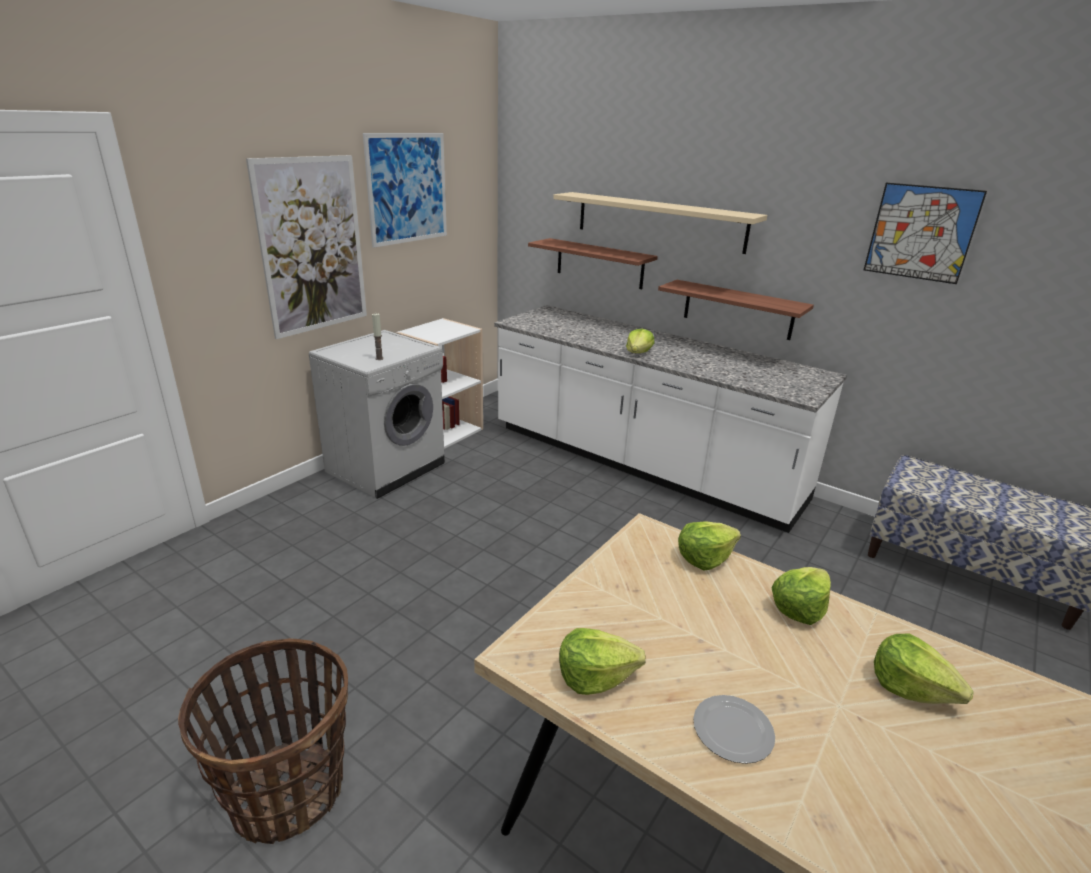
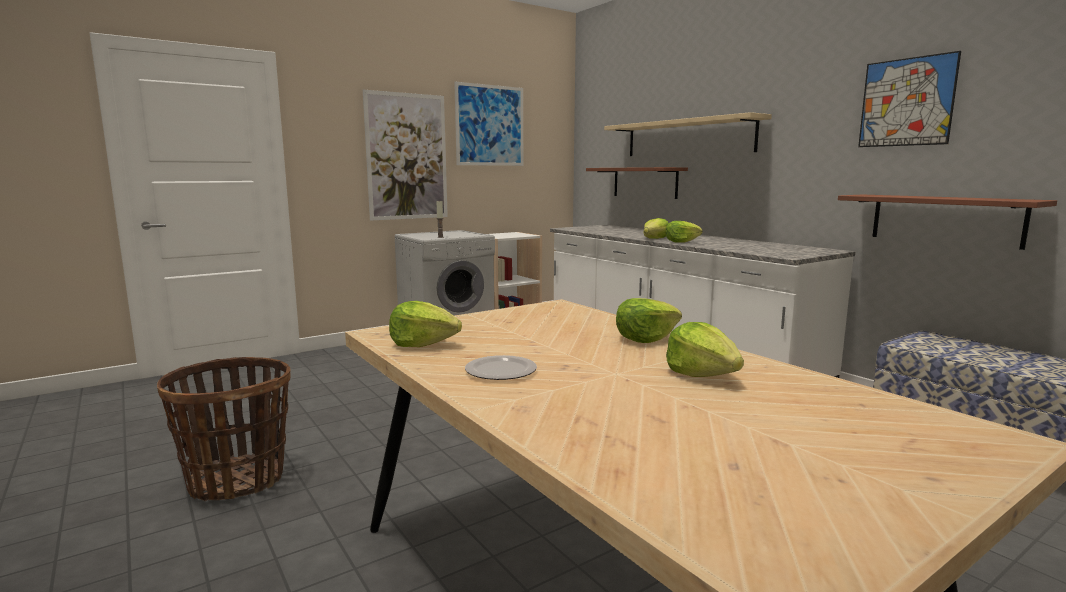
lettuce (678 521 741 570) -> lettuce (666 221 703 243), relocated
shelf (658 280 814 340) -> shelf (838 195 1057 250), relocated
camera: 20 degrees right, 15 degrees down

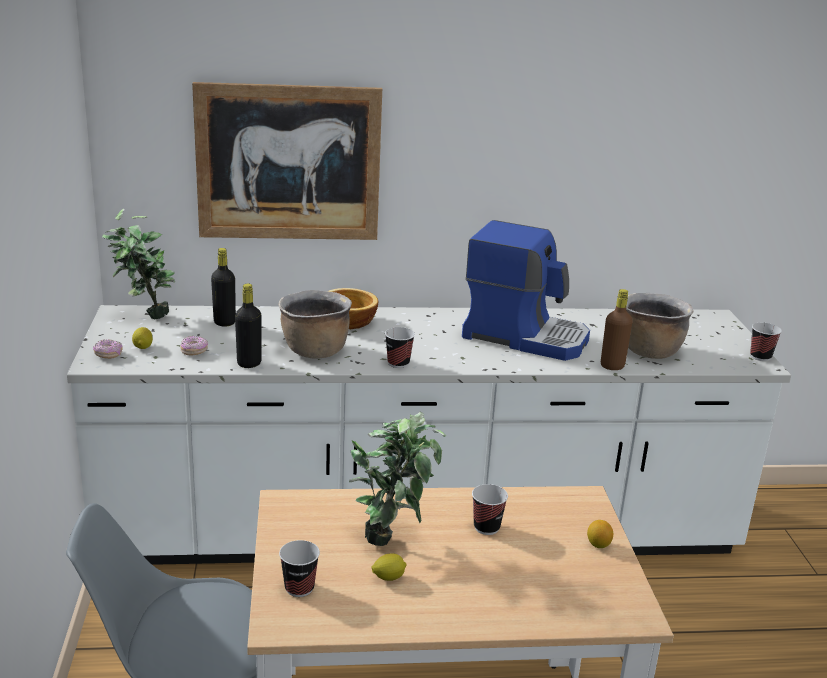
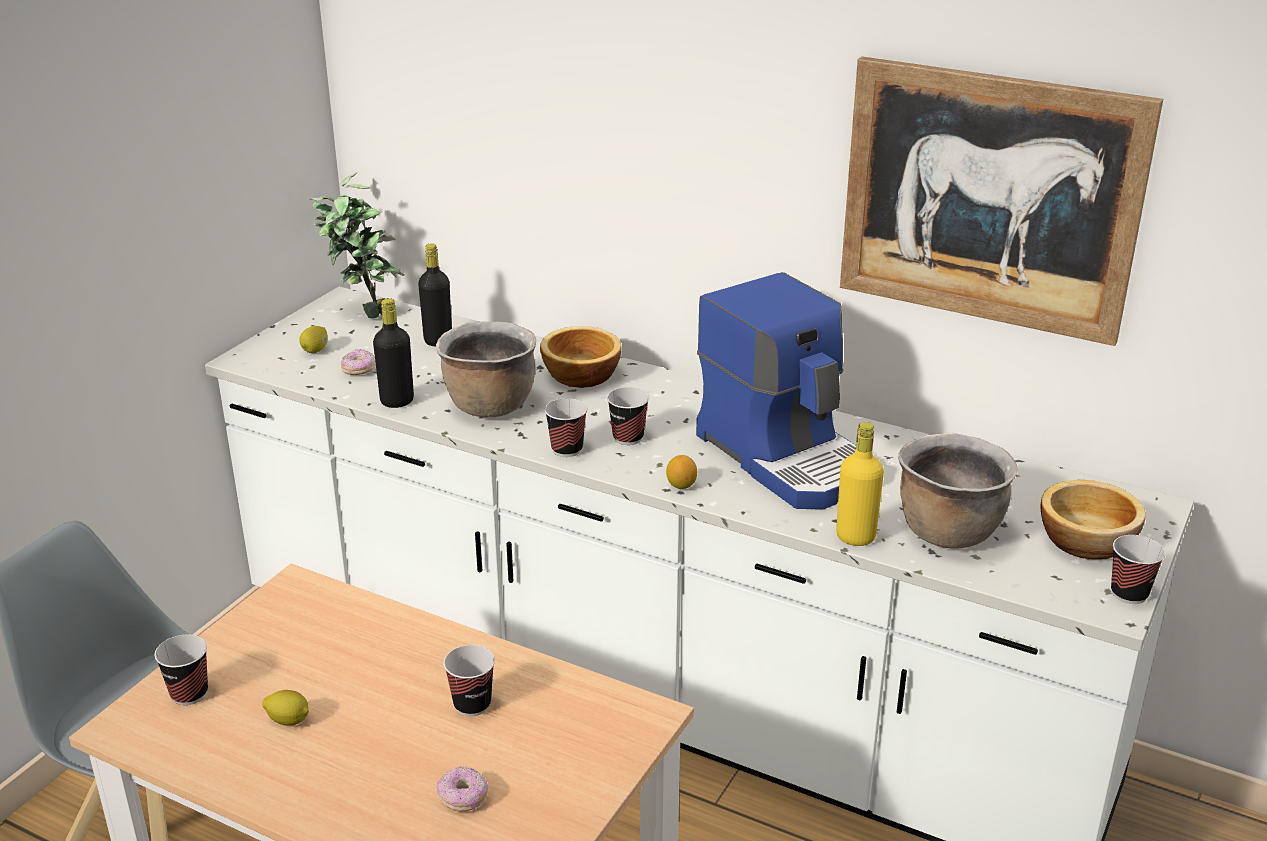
donut (93 339 123 359) -> donut (437 766 488 812), relocated
none -> cup (607 387 649 445)
lemon (587 520 613 548) -> lemon (666 455 697 489), relocated
bottle (brown) (601 289 633 370) -> bottle (yellow) (836 422 884 546)
picture (192 82 382 240) -> picture (840 56 1163 346), relocated
none -> bowl (1041 480 1146 560)
potted plant (349 412 446 546) -> none
camera: 35 degrees right, 5 degrees up

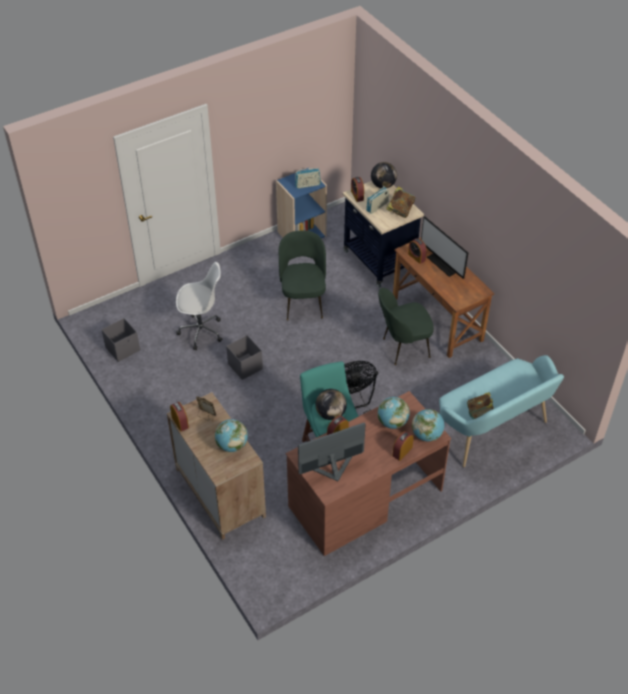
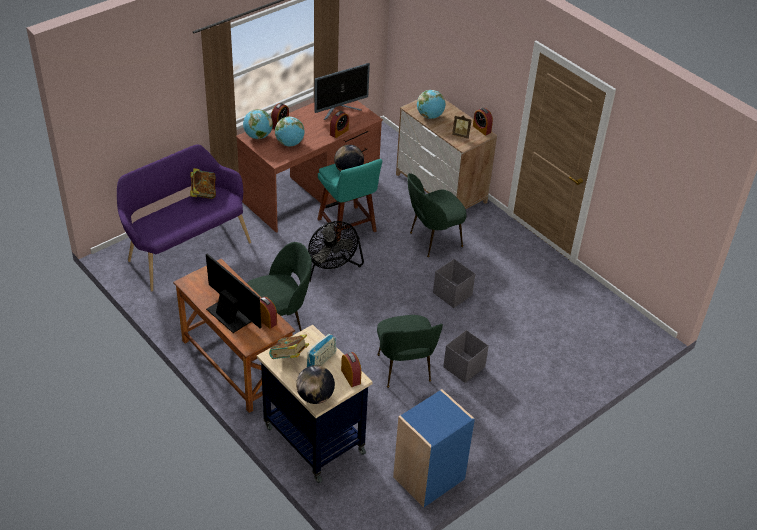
bench (turquoise) (439 355 564 467) -> bench (purple) (117 144 251 291)
none -> chair (green) (407 173 466 257)
storage box (grey) (102 318 140 362) -> storage box (grey) (443 330 489 383), relocated
office chair (white) (176 262 223 350) -> none
radio (295 168 321 189) -> none
camera: 170 degrees right, 5 degrees down

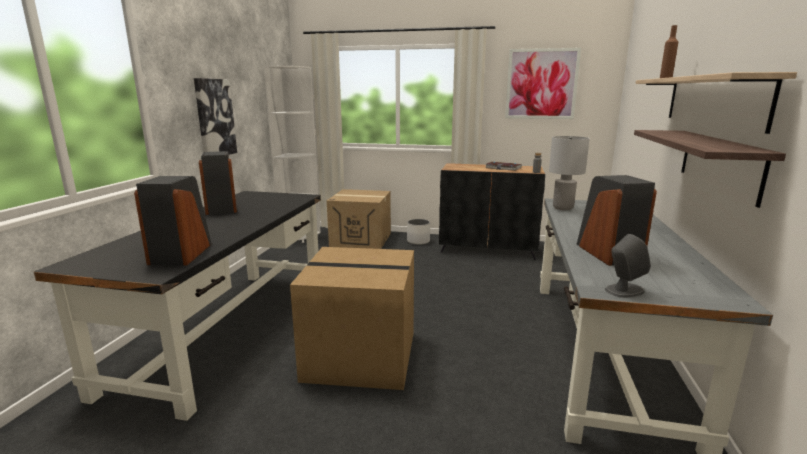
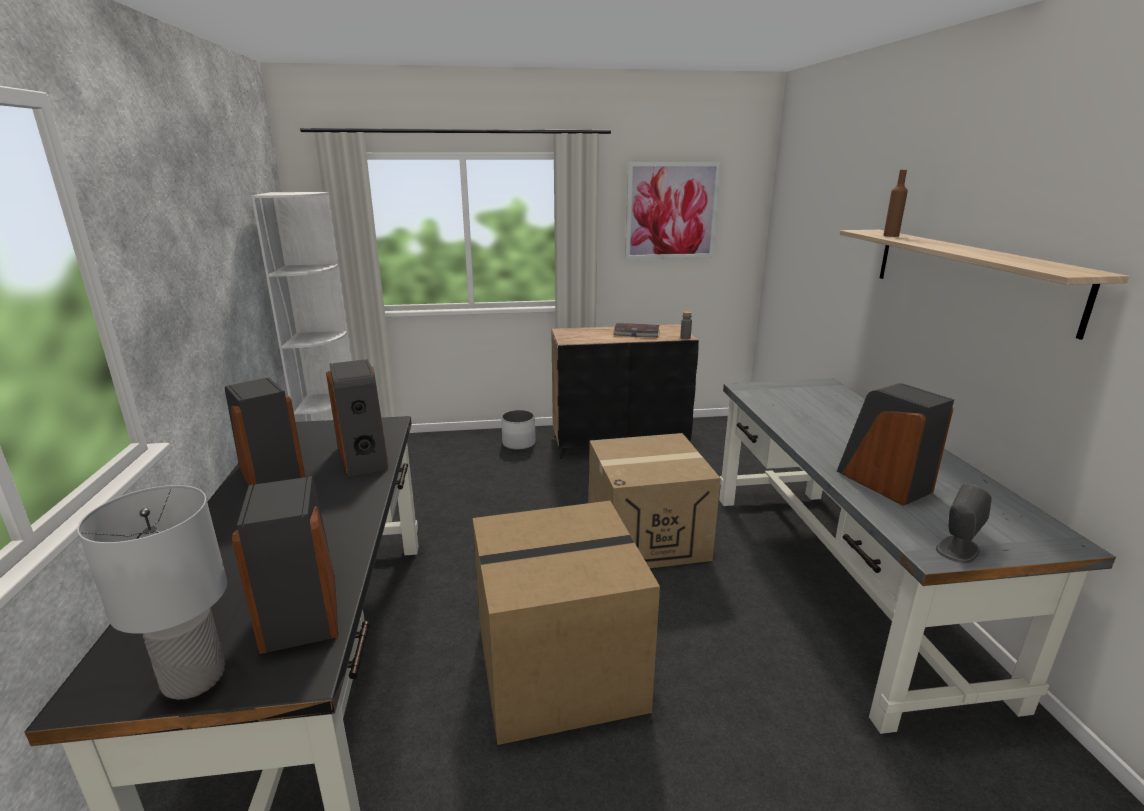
table lamp (grey) (549 136 590 210) -> table lamp (grey) (77 485 227 700), relocated
none -> speaker (326 359 388 476)
cardboard box (327 189 391 249) -> cardboard box (589 433 721 568), relocated
picture (194 78 237 155) -> none
shelf (634 130 786 208) -> none
camera: 20 degrees left, 5 degrees up

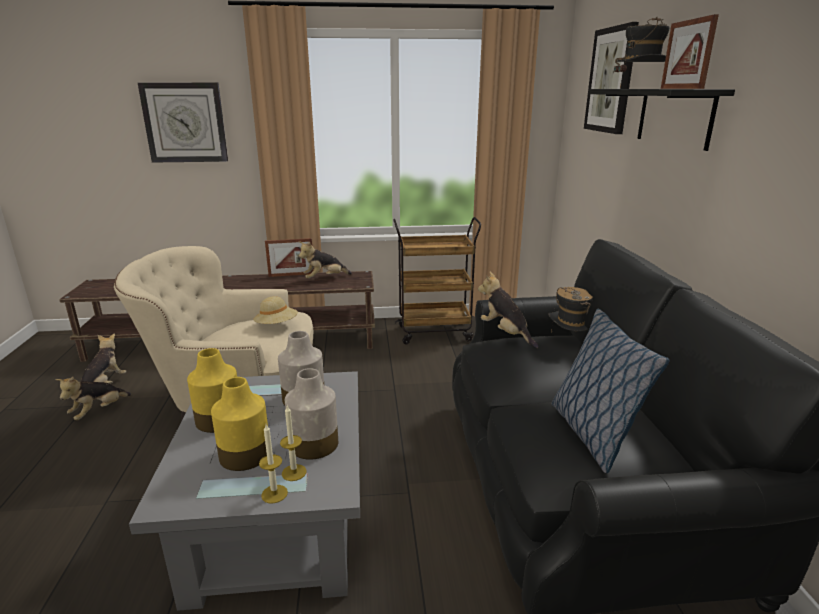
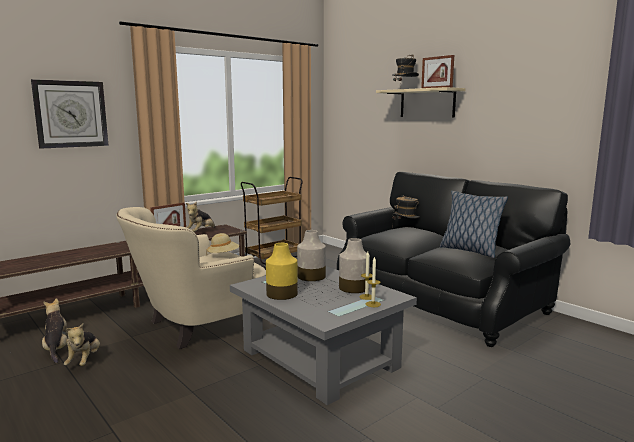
shelf (black) (589 89 735 151) -> shelf (beige) (376 87 466 118)
vase (yellow) (211 377 268 471) -> none
plush toy (478 272 539 348) -> none
picture (584 22 639 134) -> none
camera: 35 degrees left, 10 degrees down

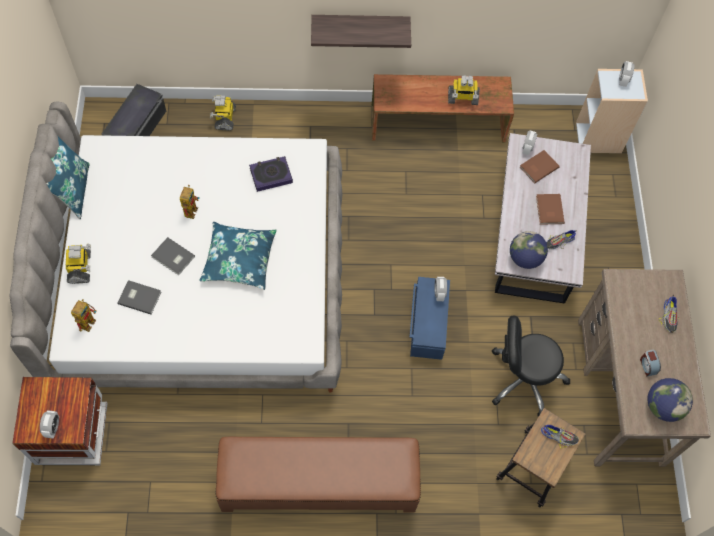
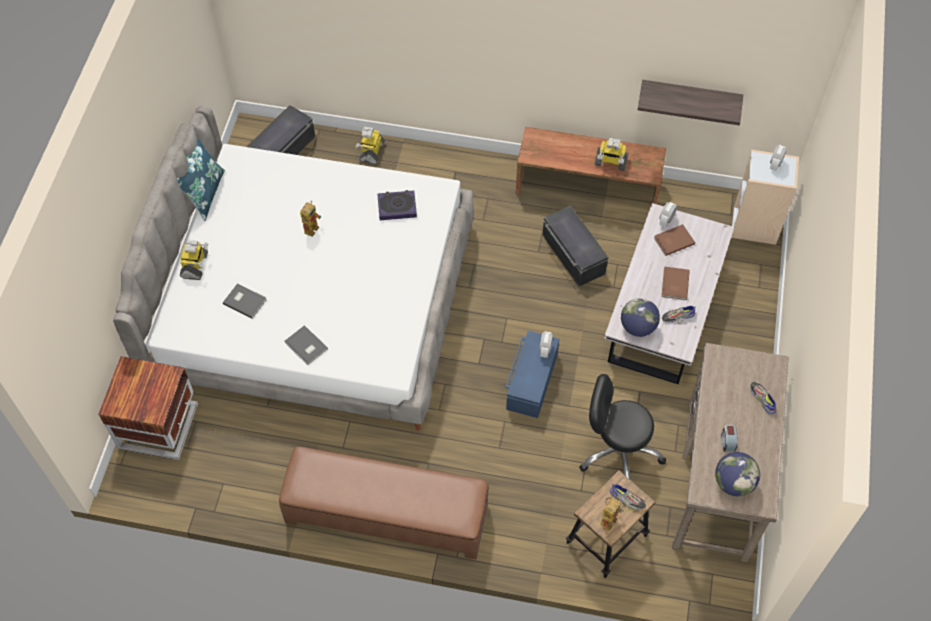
book (grey) (151 237 195 275) -> book (grey) (285 325 328 365), relocated
none -> storage box (black) (542 205 608 287)
toy robot (71 299 97 332) -> toy robot (601 497 624 530), relocated
shelf (311 15 411 48) -> shelf (638 80 743 125), relocated
shoe (659 295 678 333) -> shoe (750 382 776 414), 135 degrees clockwise
alarm clock (40 410 59 439) -> none
pillow (blue) (199 222 277 290) -> none
camera: 15 degrees right, 5 degrees down

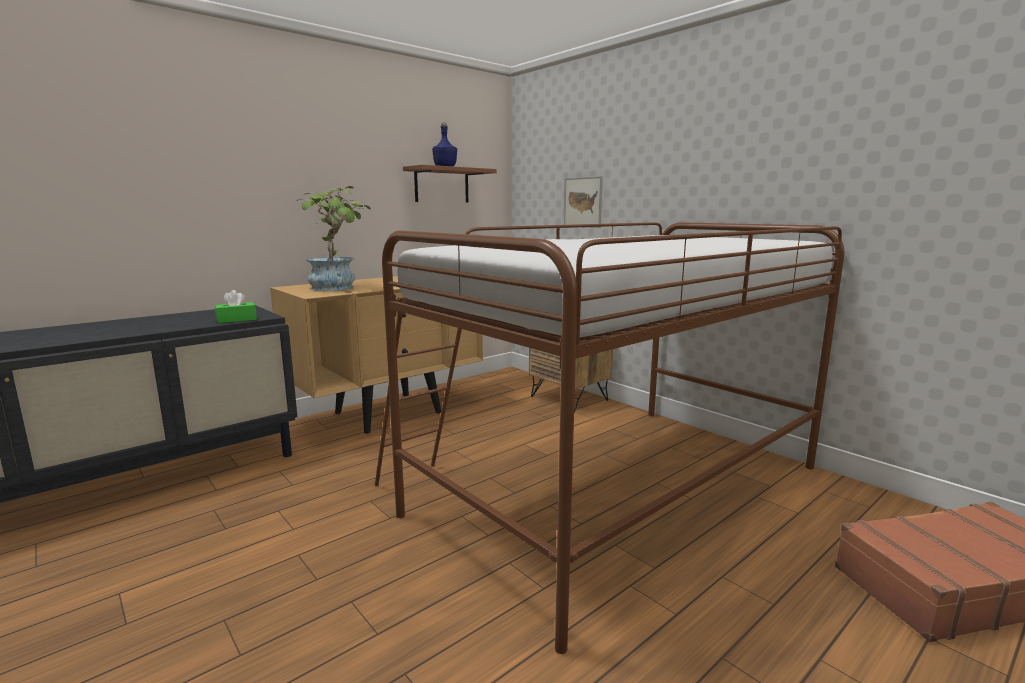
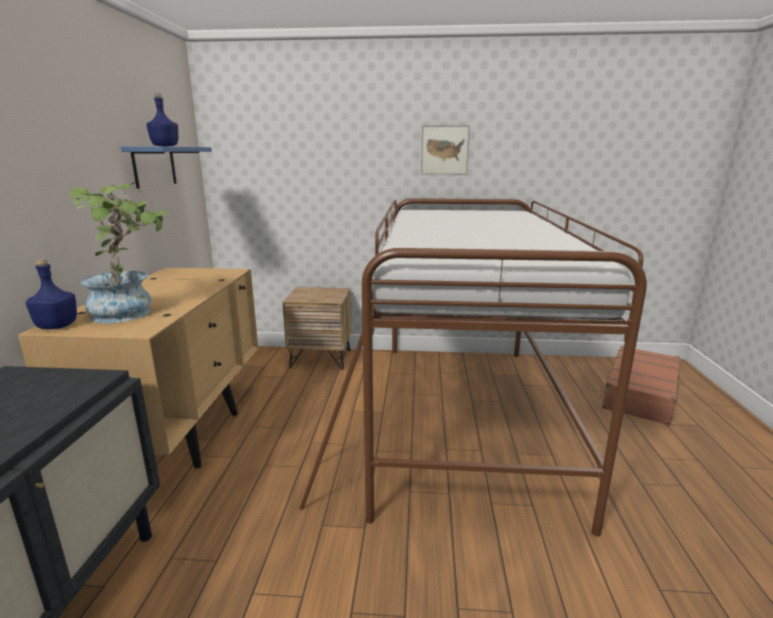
none -> bottle (blue) (26 259 77 329)
shelf (brown) (403 165 497 202) -> shelf (blue) (121 146 212 189)
picture (564 176 603 228) -> picture (421 125 470 175), relocated
tissue box (green) (215 290 257 323) -> none
camera: 45 degrees left, 5 degrees up

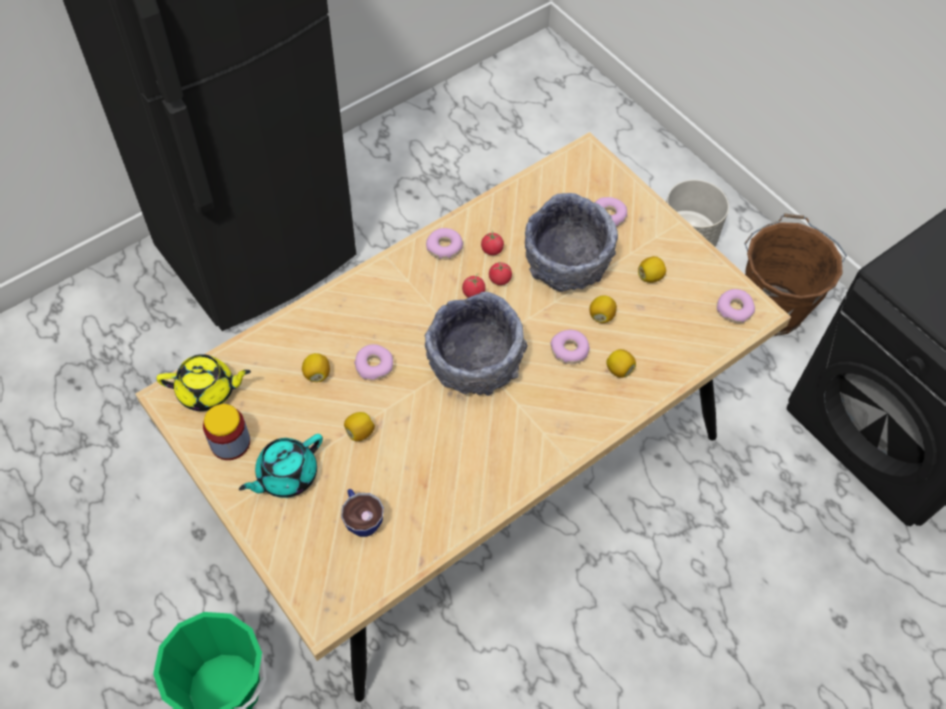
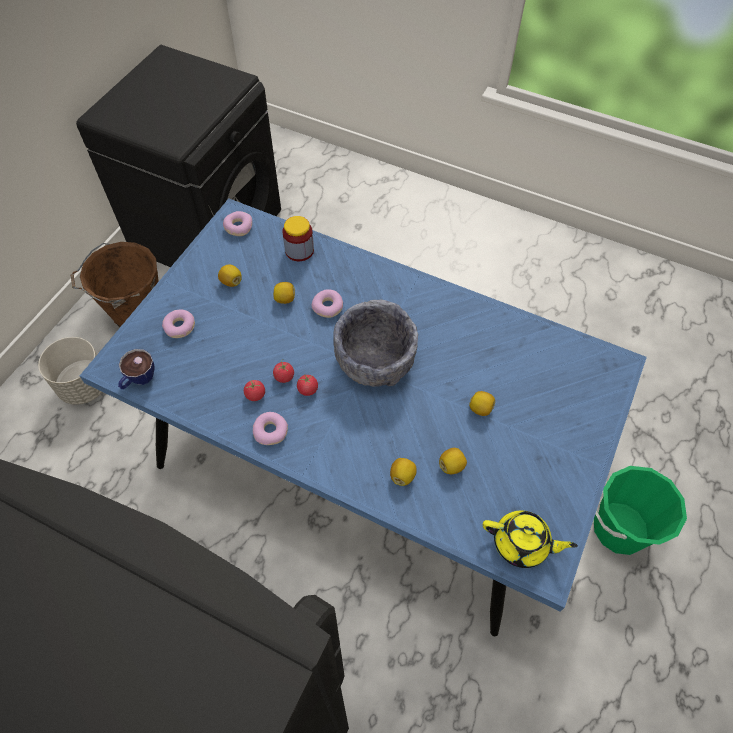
dining table (beige) (135 132 791 702) -> dining table (blue) (80 198 647 636)
cup (341 489 384 537) -> cup (118 349 155 389), relocated
jar (203 404 250 460) -> jar (282 216 314 261), relocated
lemon (606 349 636 378) -> lemon (390 458 417 486), relocated
teapot (yellow) (157 354 251 411) -> teapot (yellow) (483 510 578 568), 135 degrees clockwise
teapot (turquoise) (239 434 323 498) -> none
donut (354 344 393 380) -> none
bowl (grey) (525 193 618 292) -> none
camera: 115 degrees left, 0 degrees up

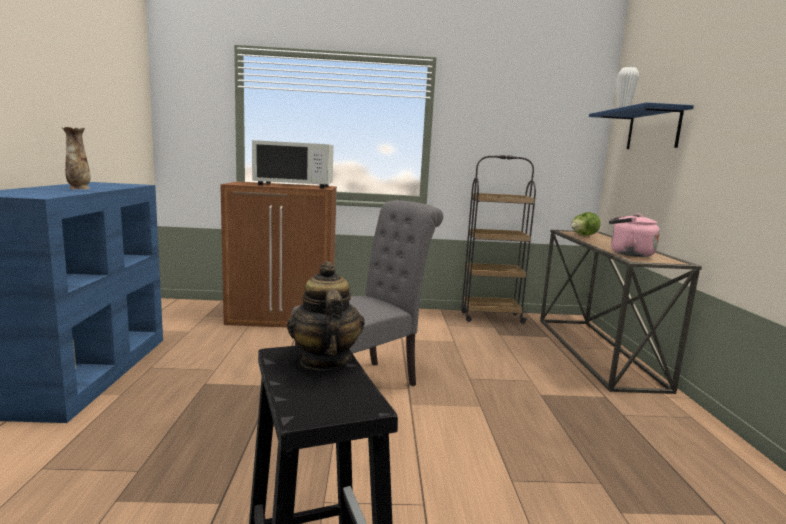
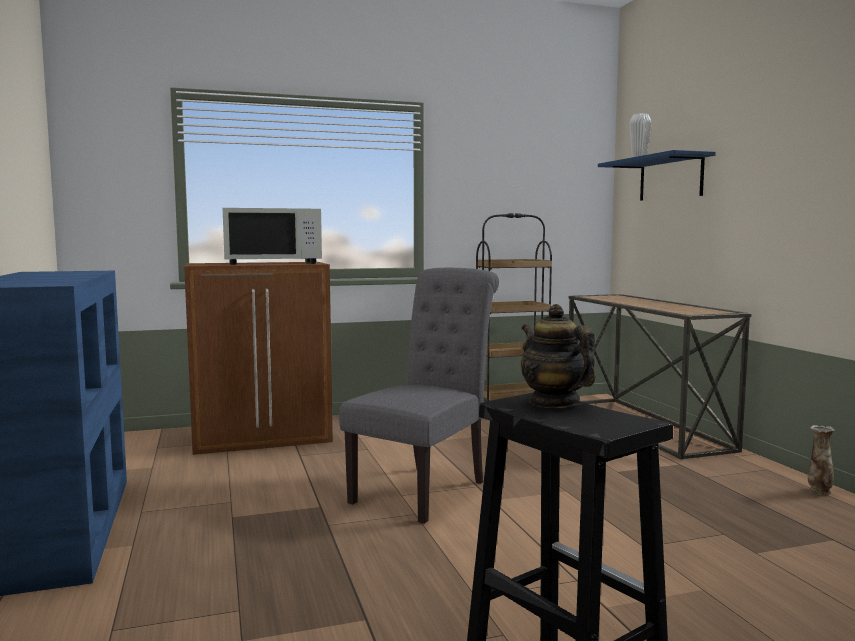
vase (62 127 90 189) -> vase (808 425 835 495), relocated
lettuce (571 212 601 236) -> none
kettle (pink) (609 214 660 257) -> none
camera: 15 degrees left, 5 degrees down

